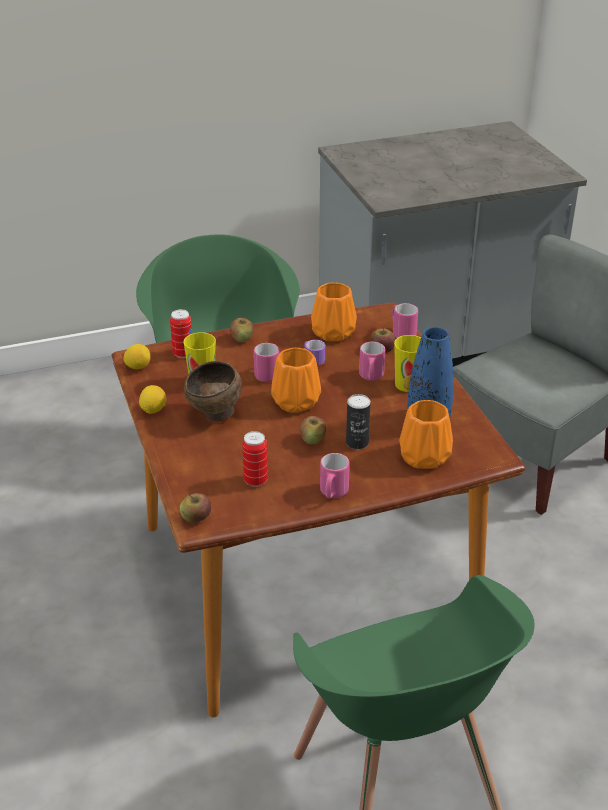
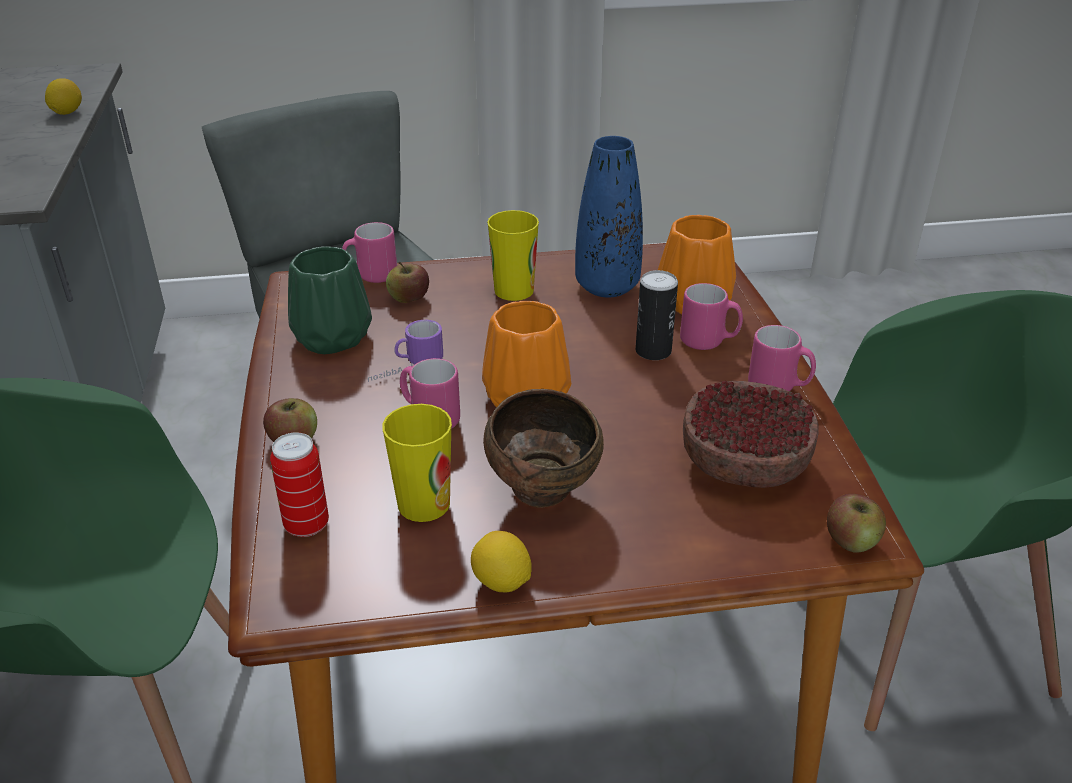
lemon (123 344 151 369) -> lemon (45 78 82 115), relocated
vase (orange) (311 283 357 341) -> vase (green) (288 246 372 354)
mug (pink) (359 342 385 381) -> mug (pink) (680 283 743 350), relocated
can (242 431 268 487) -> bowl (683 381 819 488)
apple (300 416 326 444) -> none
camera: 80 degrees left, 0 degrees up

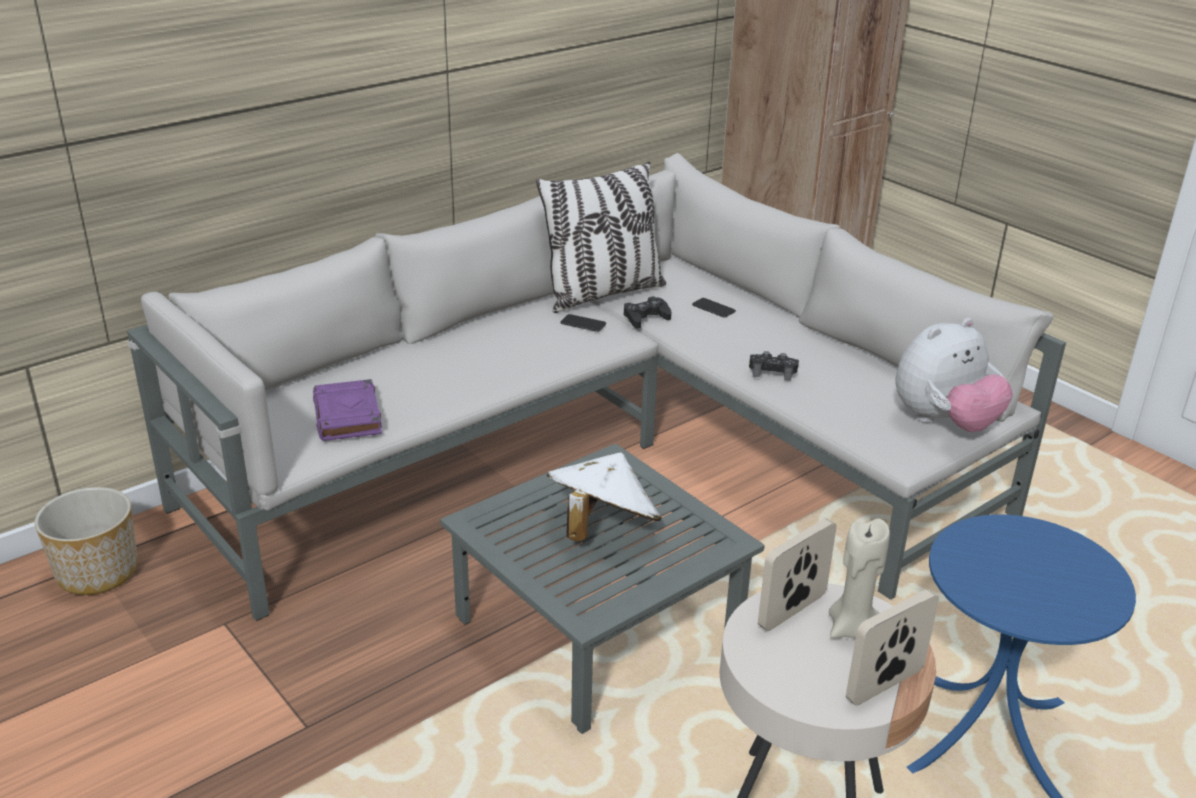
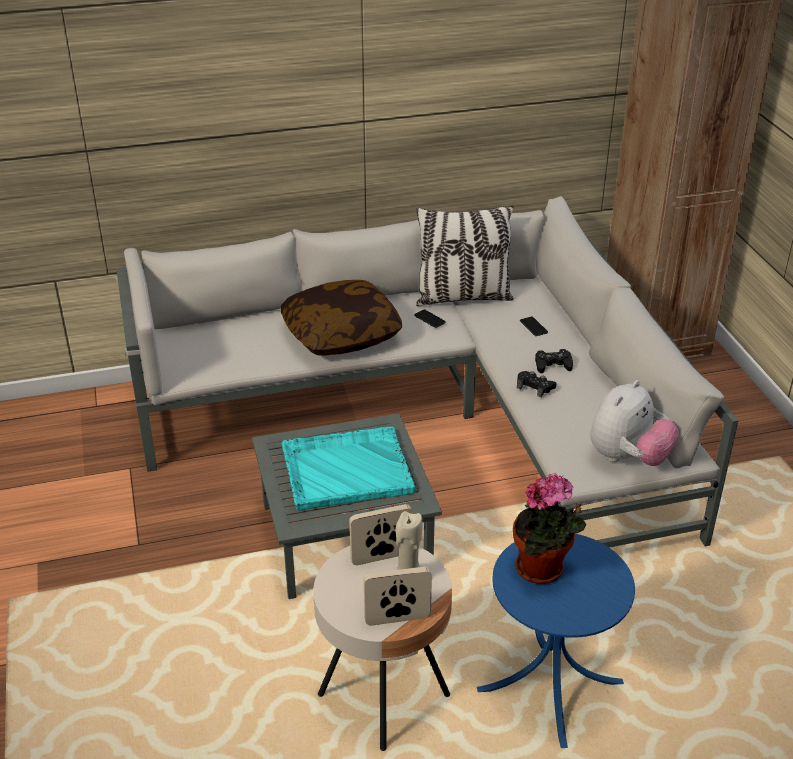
none -> pillow (281 280 402 356)
hat (white) (547 452 661 541) -> tray (turquoise) (282 427 415 511)
none -> potted plant (513 473 586 584)
game controller (black) (624 297 671 329) -> game controller (black) (535 349 573 373), relocated
plush toy (895 318 1013 432) -> plush toy (590 380 679 466), 45 degrees counterclockwise
planter (35 487 138 595) -> none
book (purple) (313 379 382 441) -> none
camera: 25 degrees right, 5 degrees up

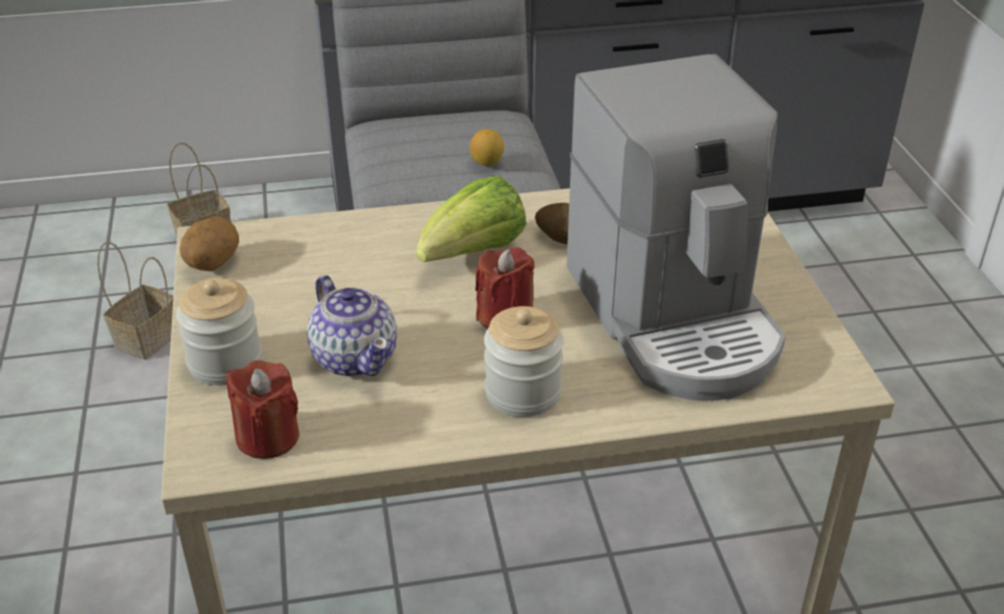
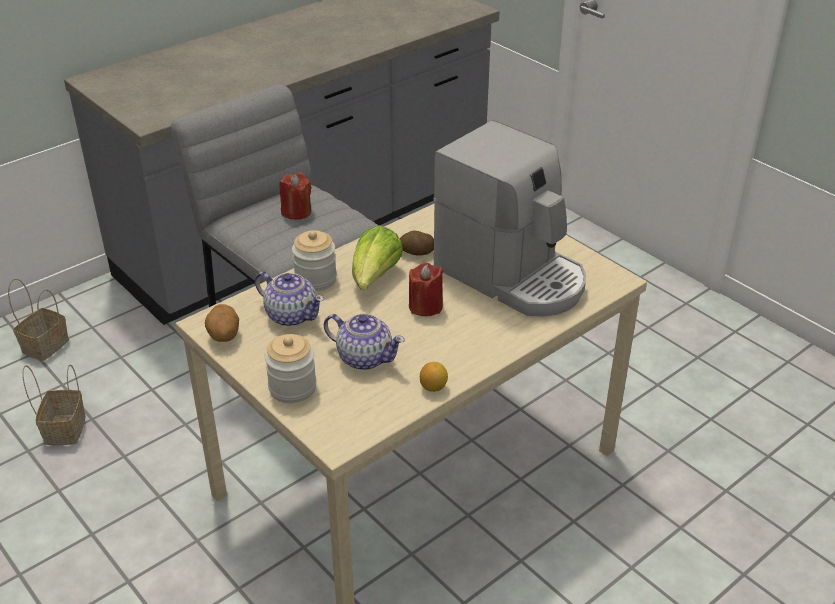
none -> teapot (255 271 324 327)
candle (red) (226 360 299 459) -> candle (red) (280 172 312 220), relocated
jar (484 306 564 417) -> jar (292 230 337 291), relocated
lemon (470 129 504 166) -> lemon (420 362 448 392), relocated
camera: 30 degrees left, 0 degrees up

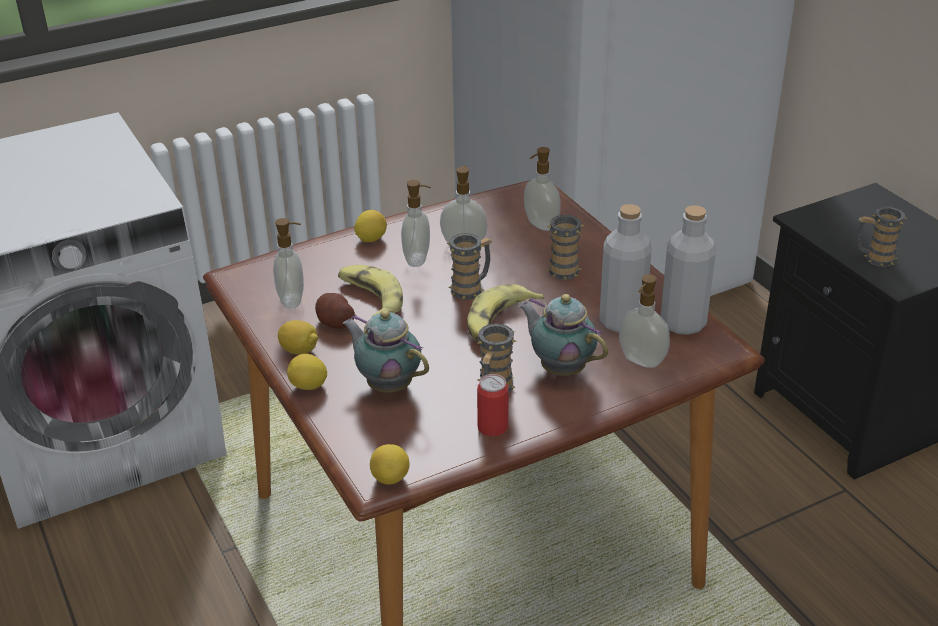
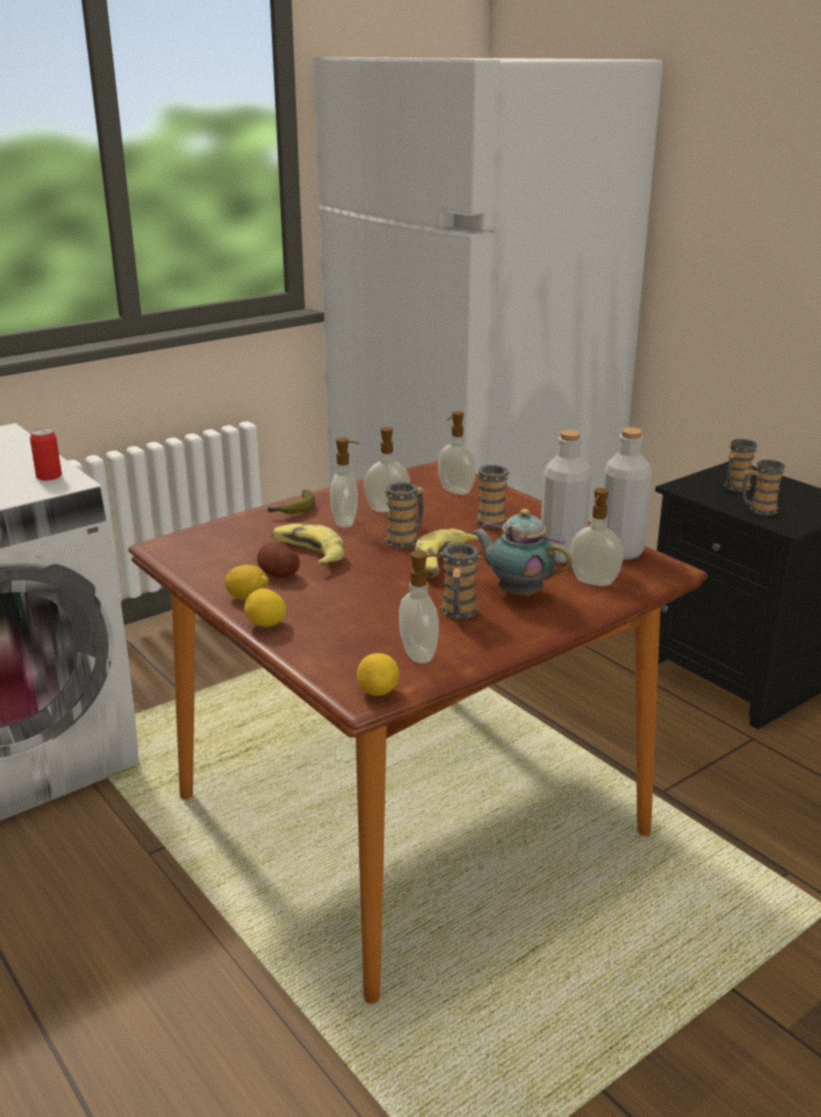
can (477 374 508 437) -> can (30 428 62 481), relocated
lemon (354 210 387 242) -> banana (268 490 315 514)
soap dispenser (273 218 304 309) -> soap dispenser (399 551 440 663), relocated
none -> mug (723 439 758 492)
teapot (343 310 429 393) -> none
camera: 10 degrees left, 10 degrees down

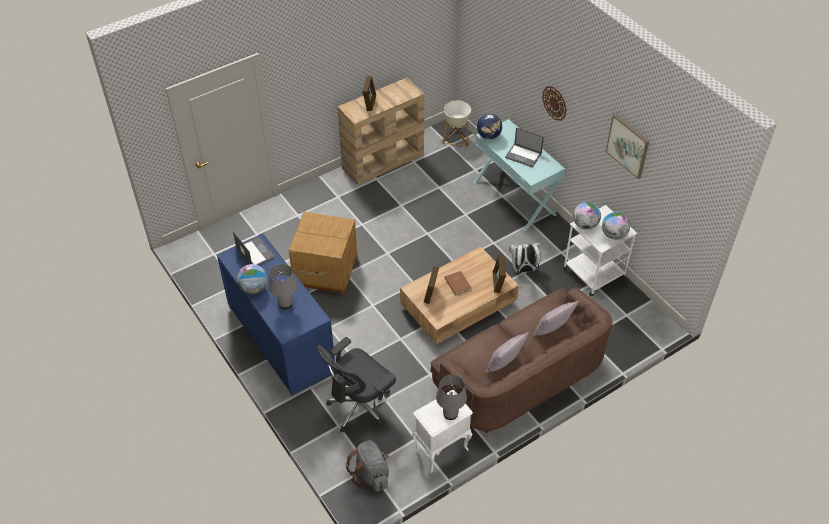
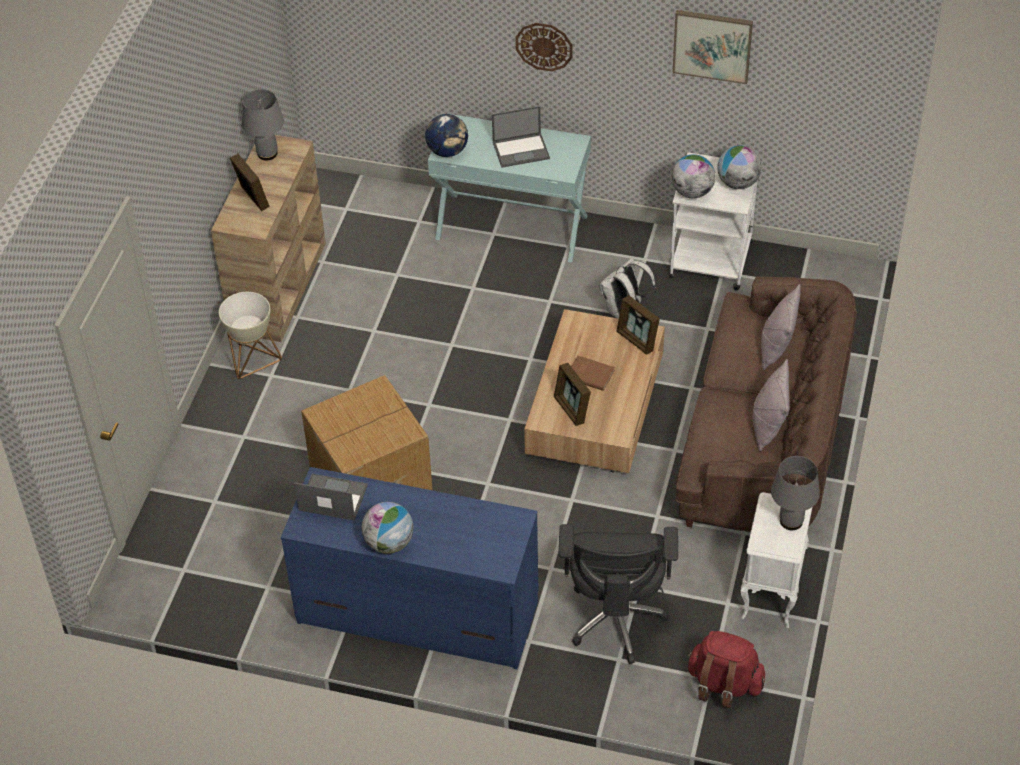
planter (442 101 471 146) -> planter (219 292 282 379), relocated
table lamp (grey) (268 264 297 309) -> table lamp (grey) (242 89 284 160), relocated
backpack (grey) (346 440 389 491) -> backpack (red) (687 631 765 708)
camera: 40 degrees left, 0 degrees up

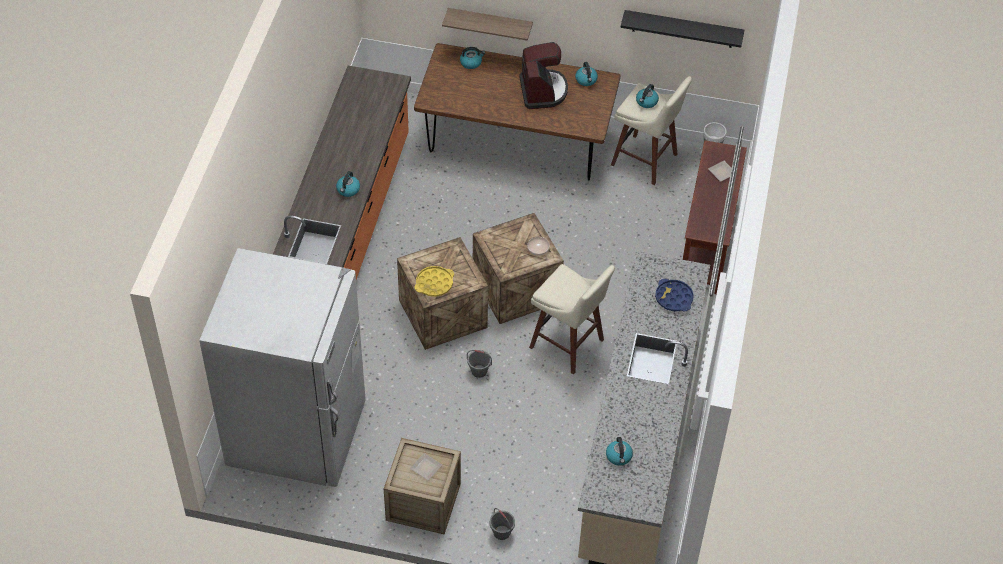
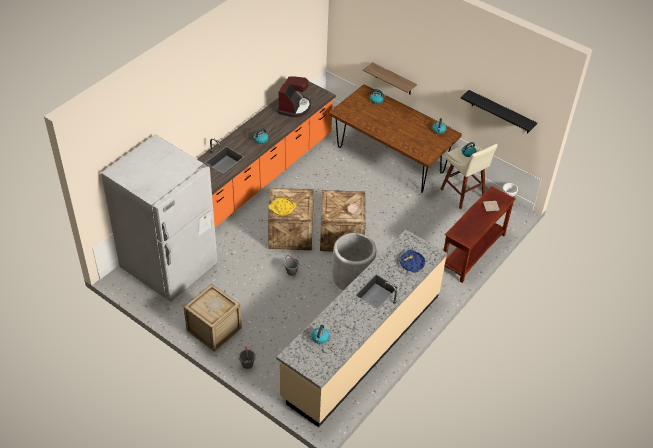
coffee machine (519 42 568 109) -> coffee machine (277 76 311 117), relocated
stool (beige) (529 264 615 374) -> planter (grey) (332 233 376 290)
camera: 25 degrees right, 5 degrees down

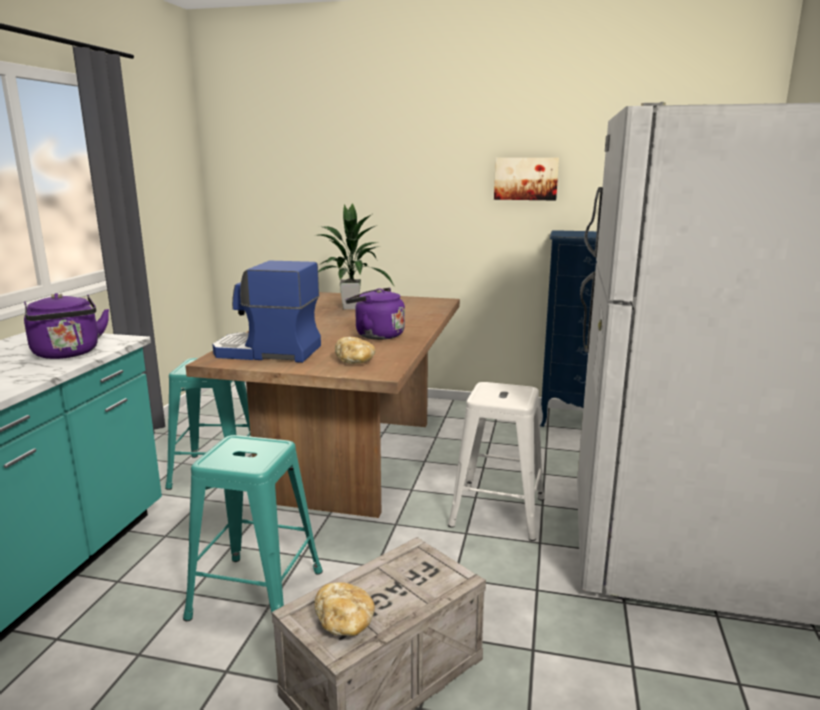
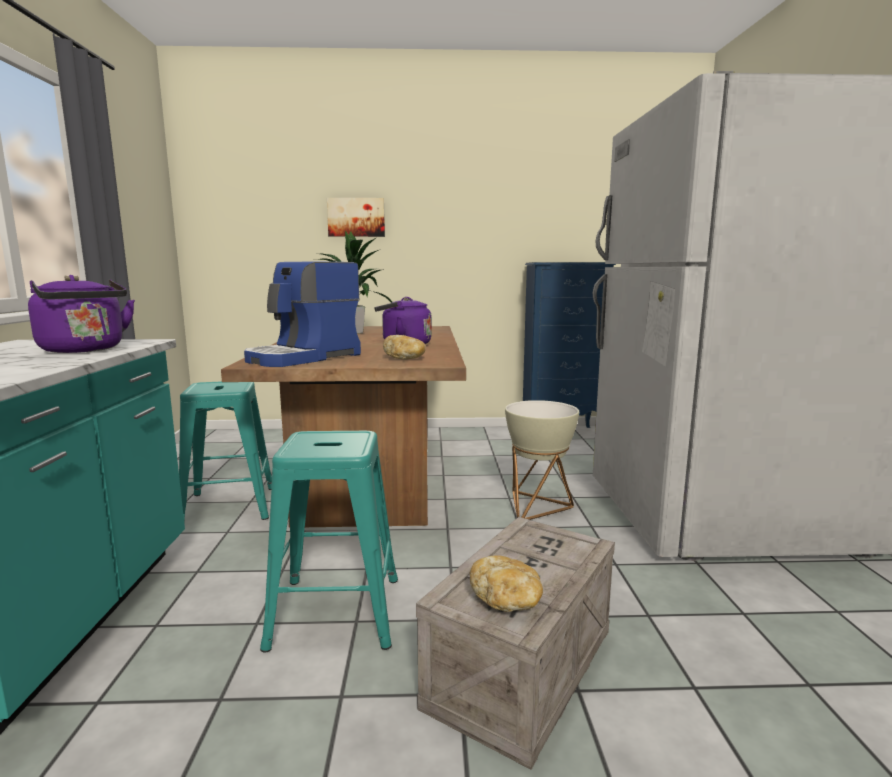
coffee machine (212 260 321 363) -> coffee machine (244 261 361 367), 45 degrees counterclockwise
picture (494 158 559 201) -> picture (327 198 385 237), relocated
stool (white) (448 382 545 541) -> planter (505 400 579 520)
camera: 15 degrees left, 5 degrees down

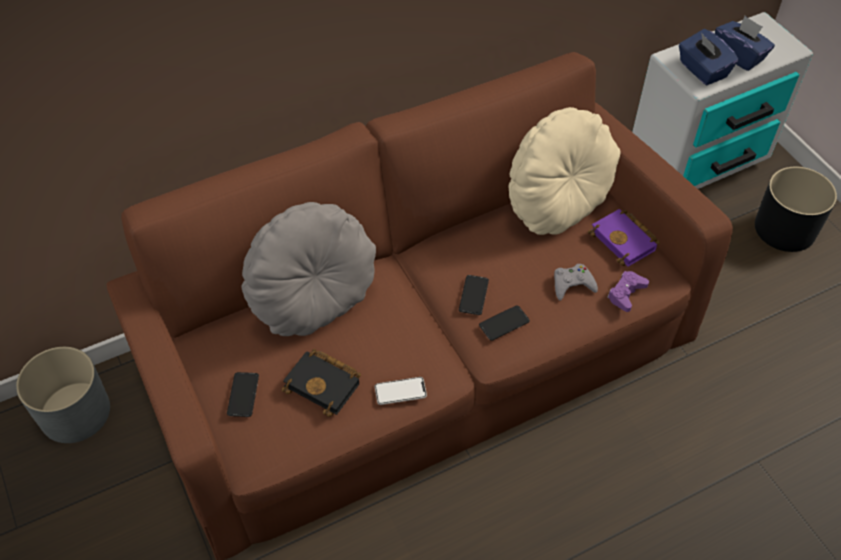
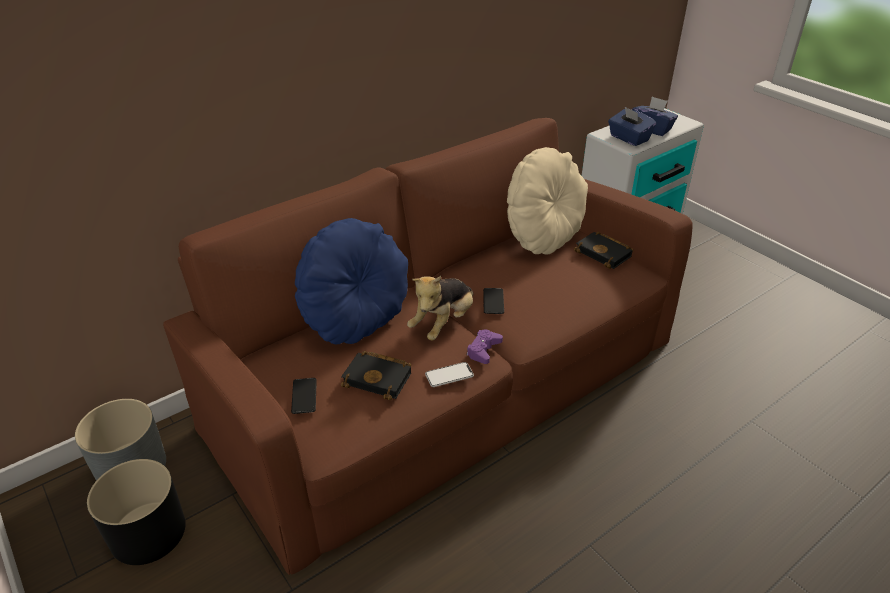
planter (black) (755 167 837 252) -> planter (black) (87 459 186 565), relocated
pillow (grey) (241 202 376 336) -> pillow (blue) (295 218 408 344)
none -> plush toy (407 276 474 341)
game controller (purple) (607 271 649 312) -> game controller (purple) (467 329 503 364), relocated
book (purple) (588 209 660 267) -> book (black) (574 232 634 269)
phone (479 305 530 341) -> none
game controller (grey) (554 264 598 301) -> none
camera: 10 degrees left, 15 degrees down

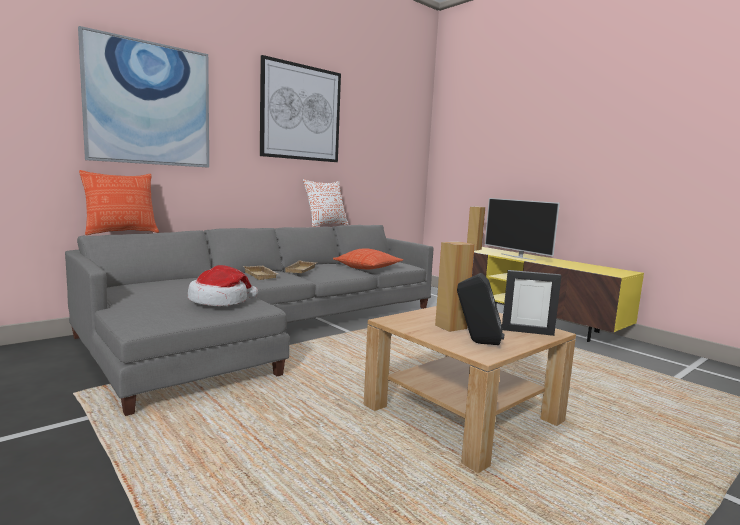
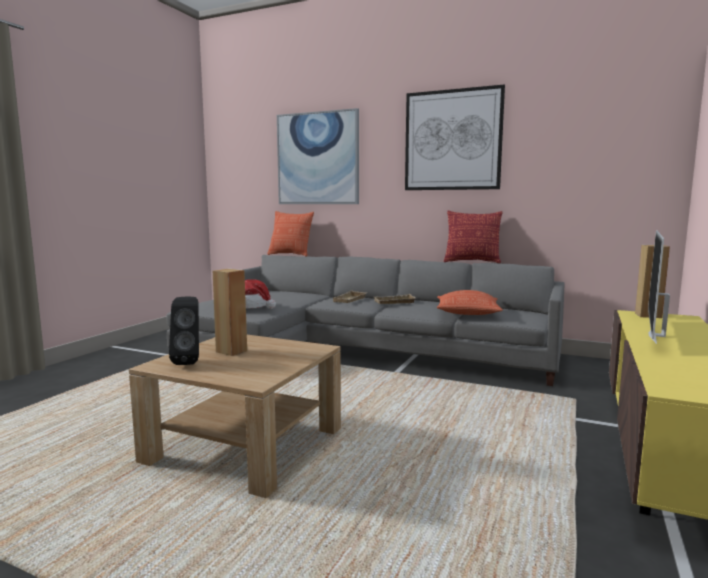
pillow (white) (303 179 348 227) -> pillow (red) (444 211 503 263)
picture frame (502 270 562 336) -> none
camera: 65 degrees right, 0 degrees up

